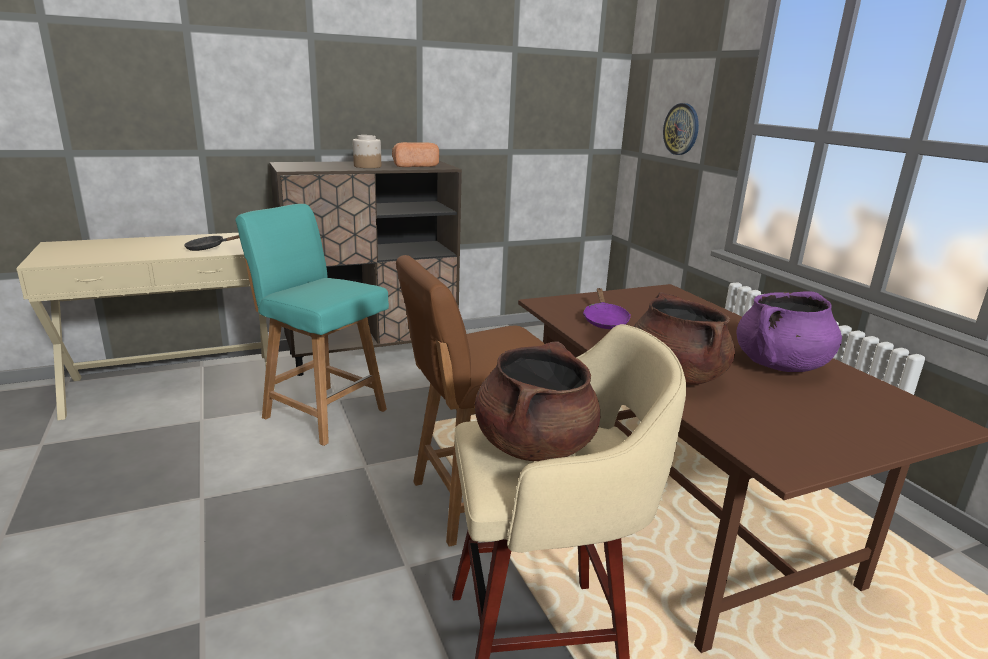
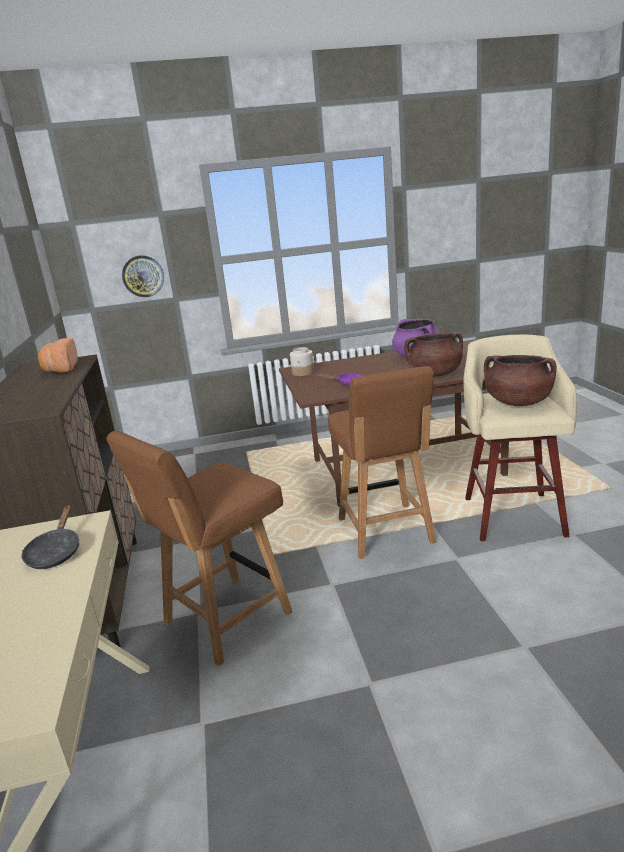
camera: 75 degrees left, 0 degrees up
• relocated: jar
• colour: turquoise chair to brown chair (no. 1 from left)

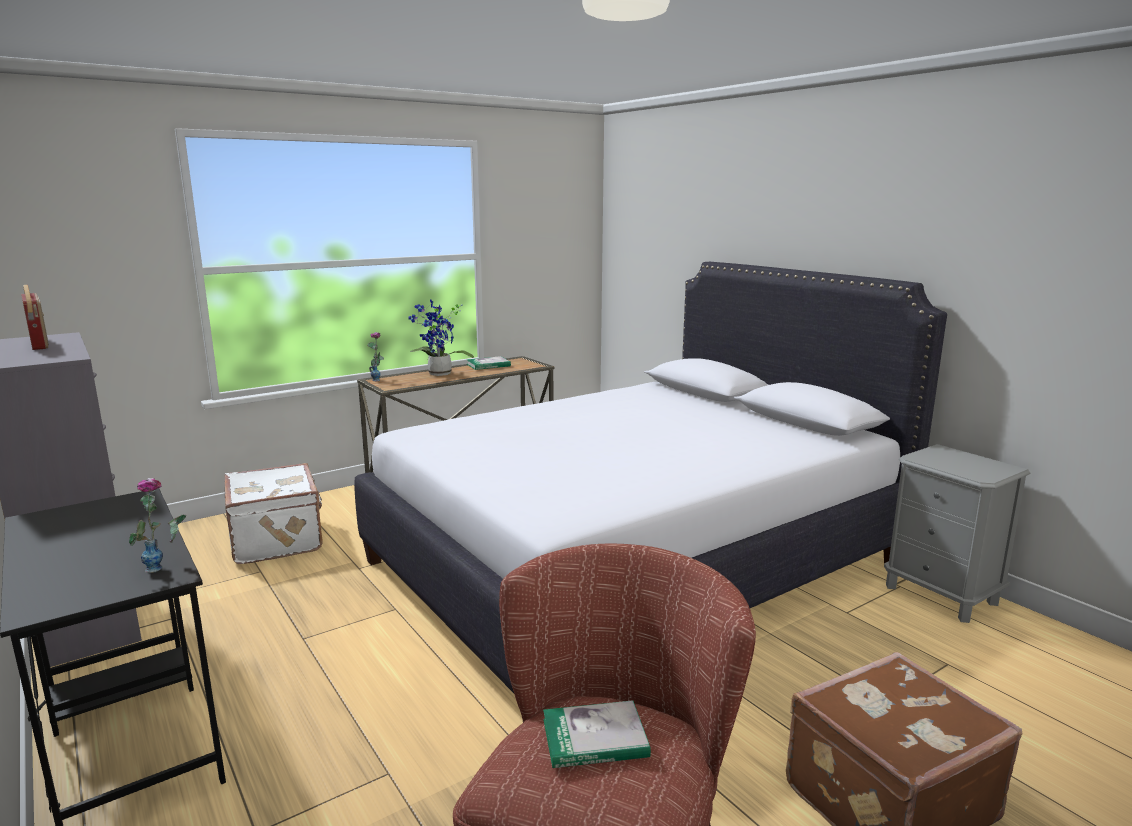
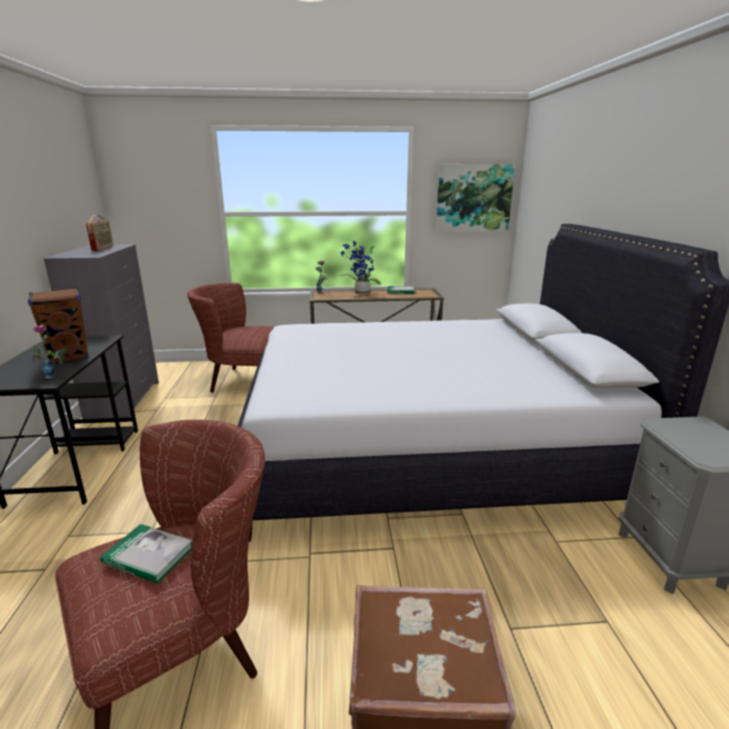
camera: 30 degrees right, 5 degrees up
• exchanged: white suitcase to brown armchair (no. 2 from left)
• appeared: picture
• appeared: brown speaker

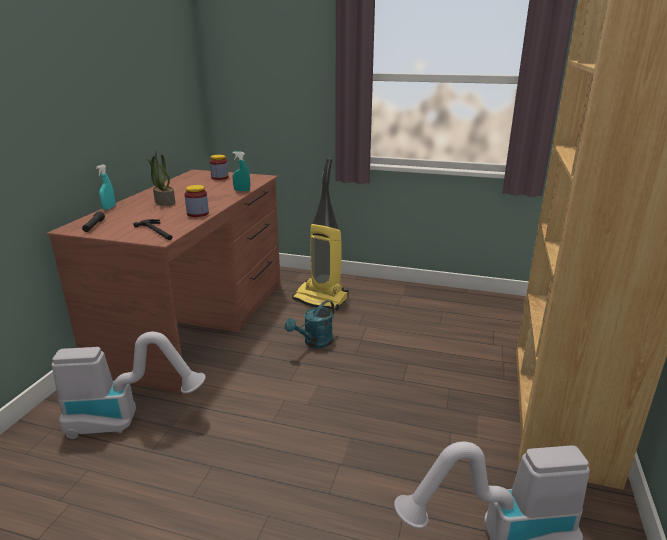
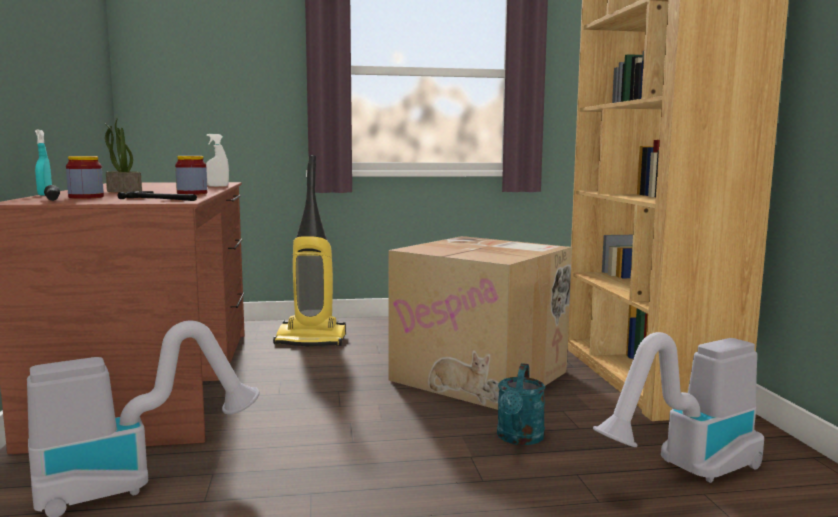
camera: 25 degrees left, 15 degrees down
• colour: turquoise spray bottle (no. 2 from left) to white spray bottle
• relocated: jar (no. 2 from left in the first image) to jar (no. 1 from left)
• relocated: turquoise watering can
• appeared: cardboard box

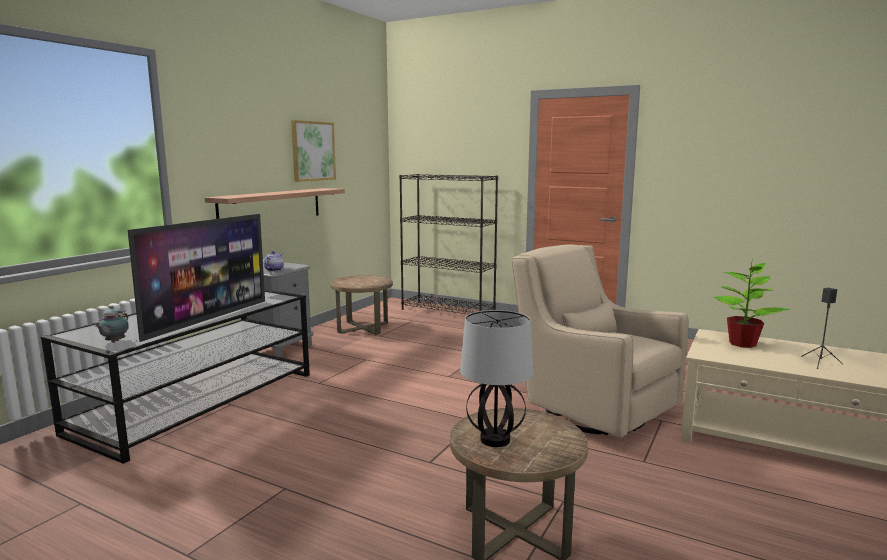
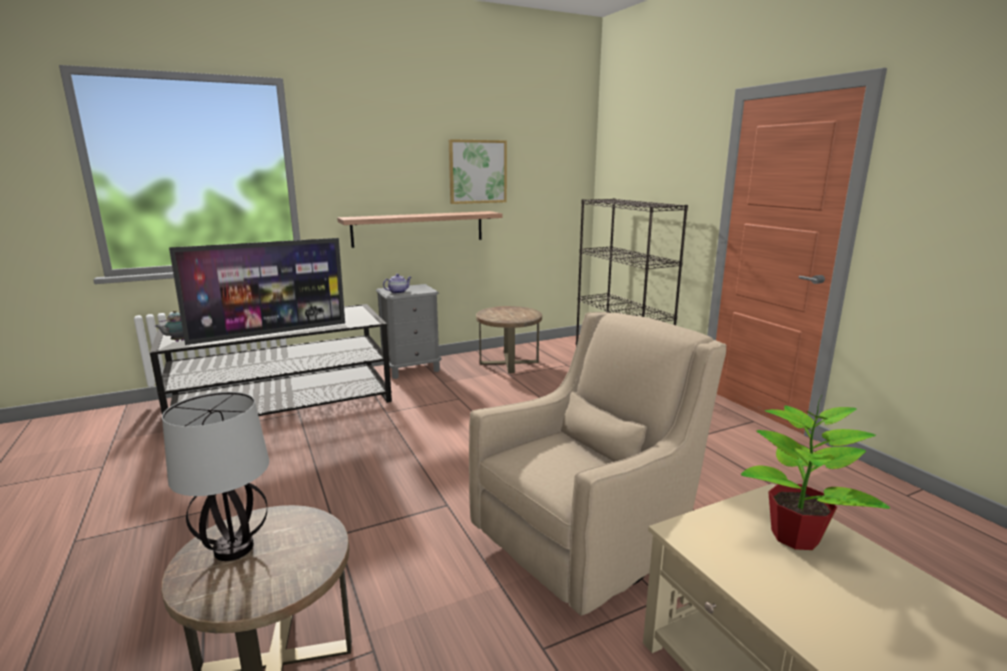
camera: 35 degrees right, 5 degrees up
• spun: beige armchair 60 degrees clockwise
• missing: black speaker

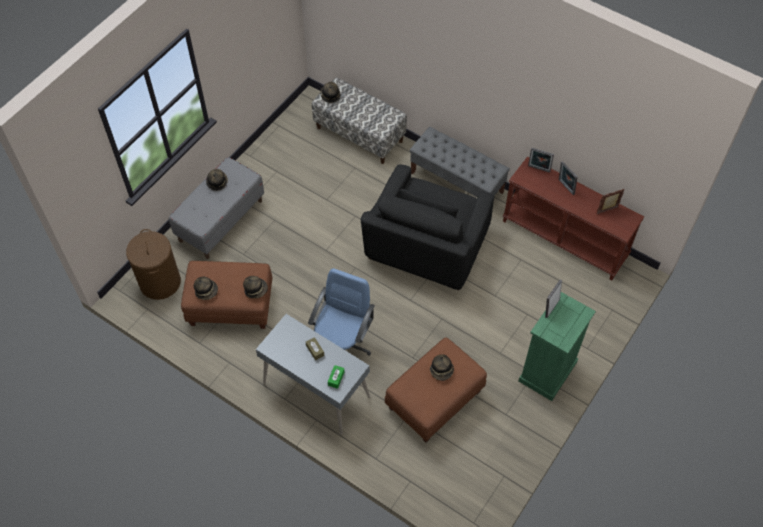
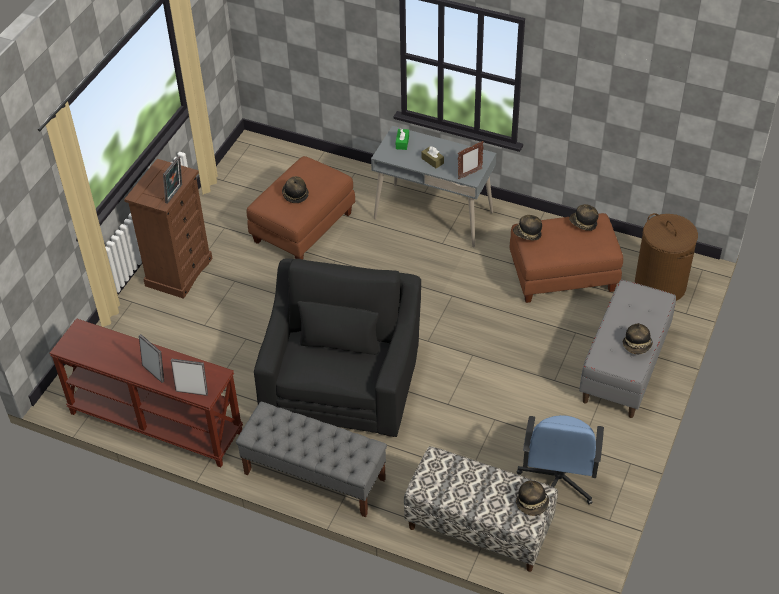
camera: 170 degrees right, 10 degrees down
• relocated: picture frame (no. 4 from left)
• relocated: blue office chair
• colour: green dresser to brown dresser

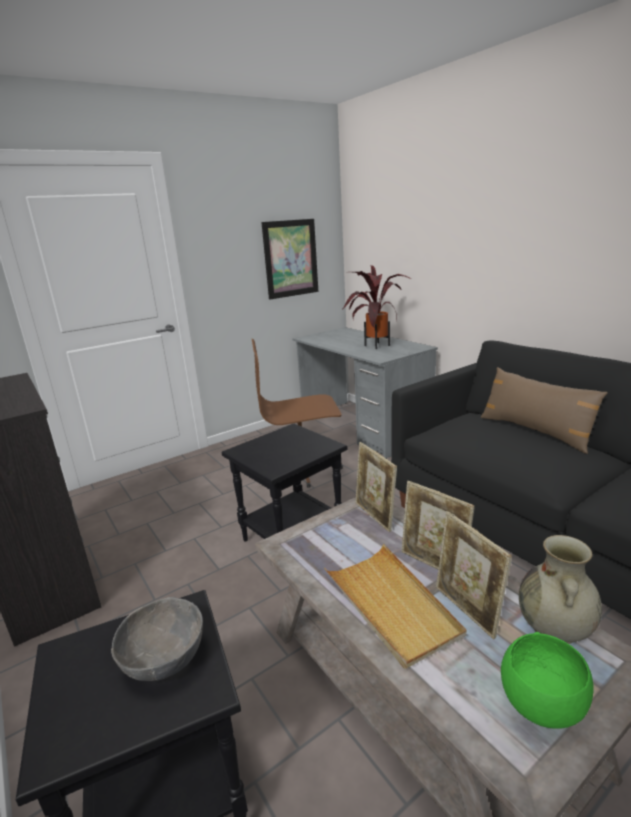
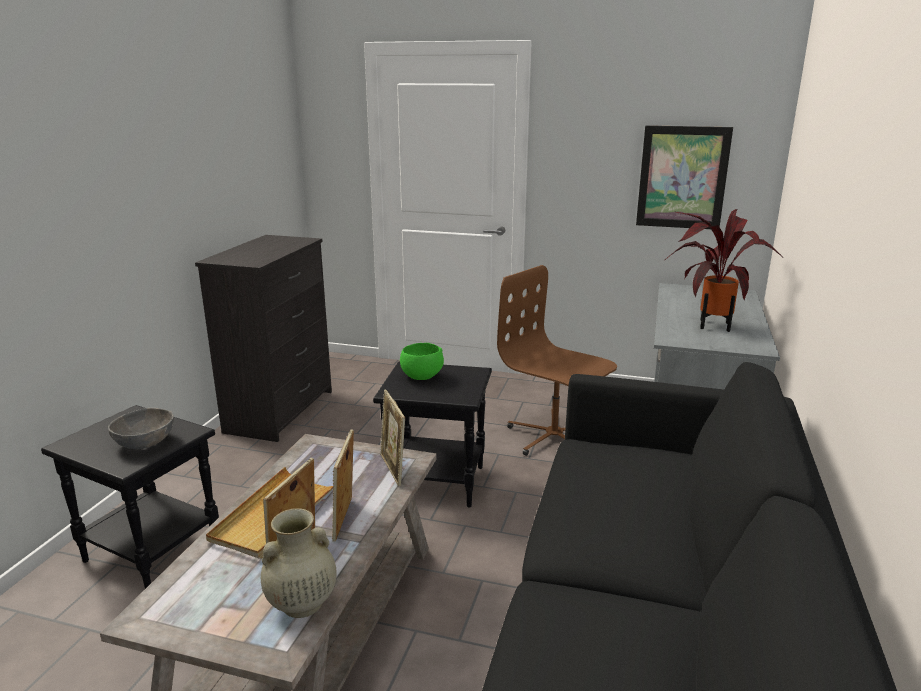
camera: 50 degrees right, 0 degrees up
• missing: brown pillow
• spun: picture frame (no. 1 from left in the first image) 45 degrees counterclockwise
• relocated: green bowl

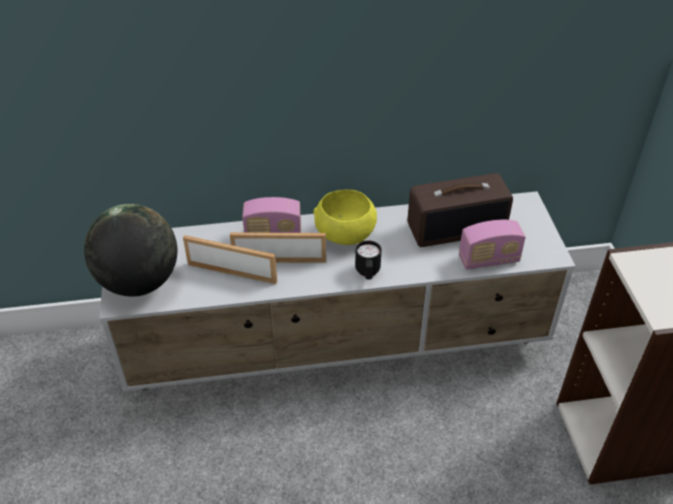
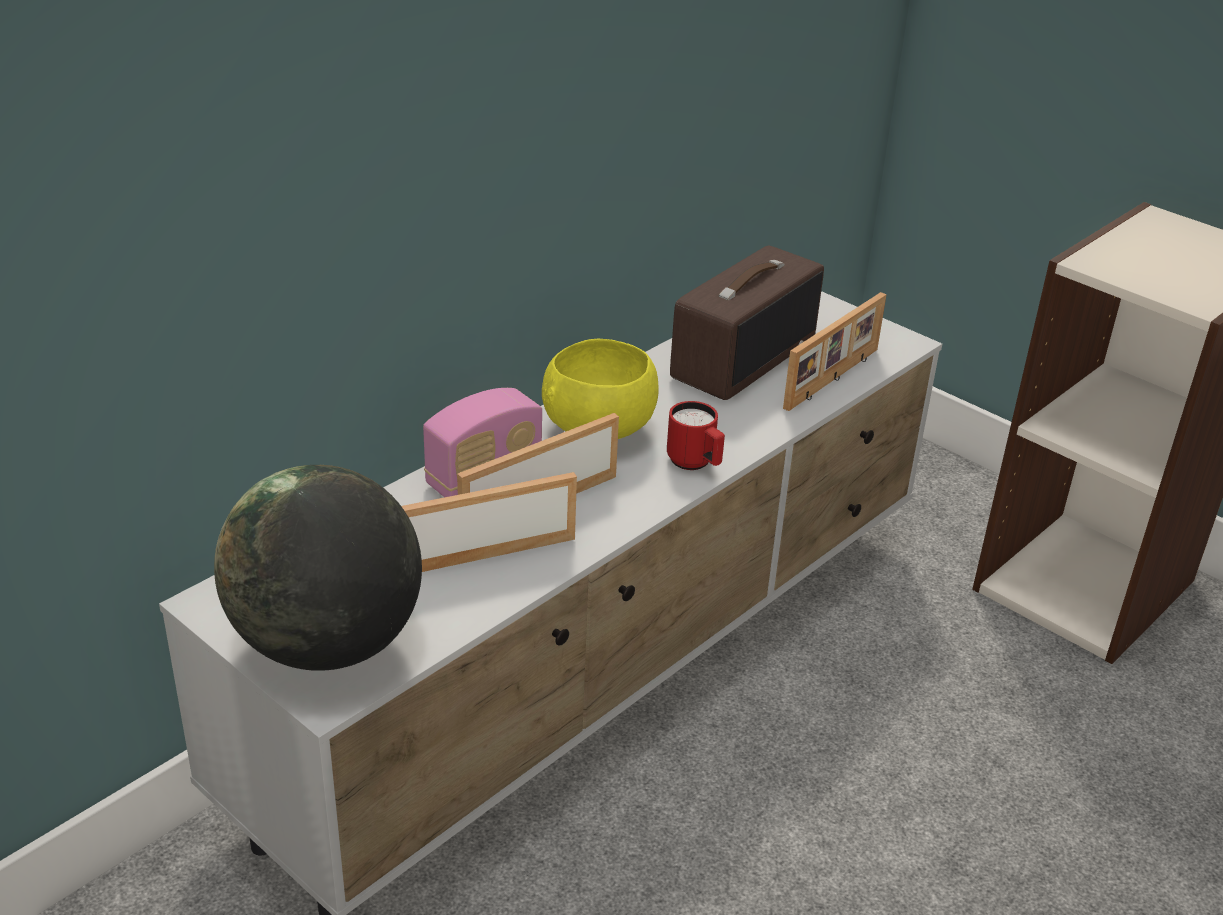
camera: 40 degrees left, 10 degrees down
• exchanged: radio (no. 3 from left) to picture frame (no. 3 from left)
• colour: black mug to red mug

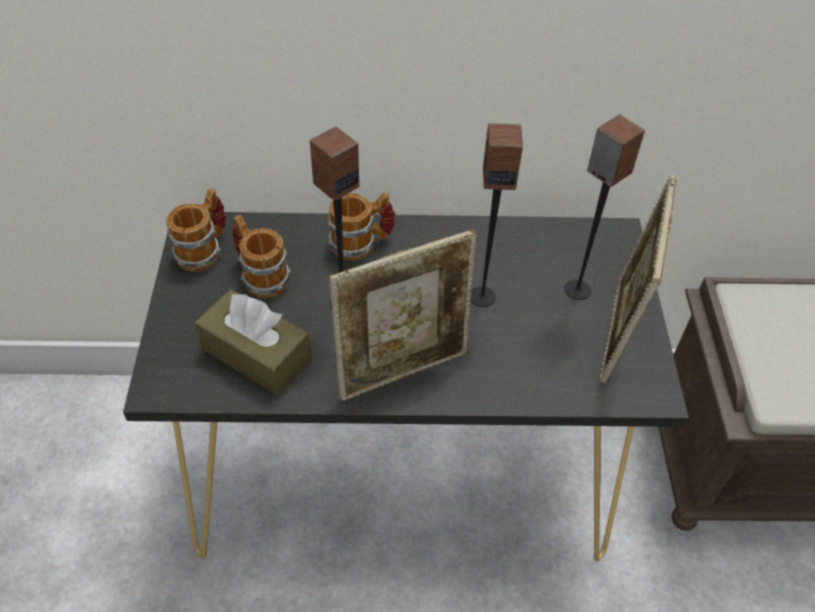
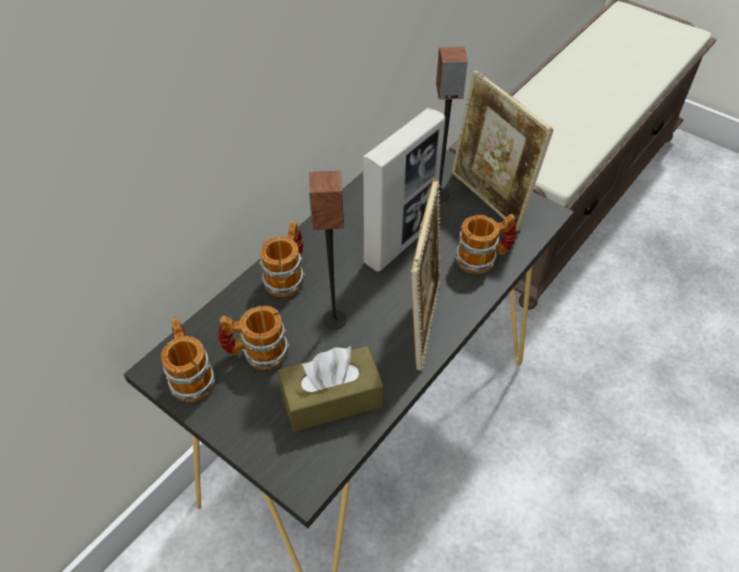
camera: 50 degrees left, 0 degrees up
• exchanged: speaker (no. 2 from left) to picture frame (no. 1 from left)
• appeared: mug (no. 4 from left)

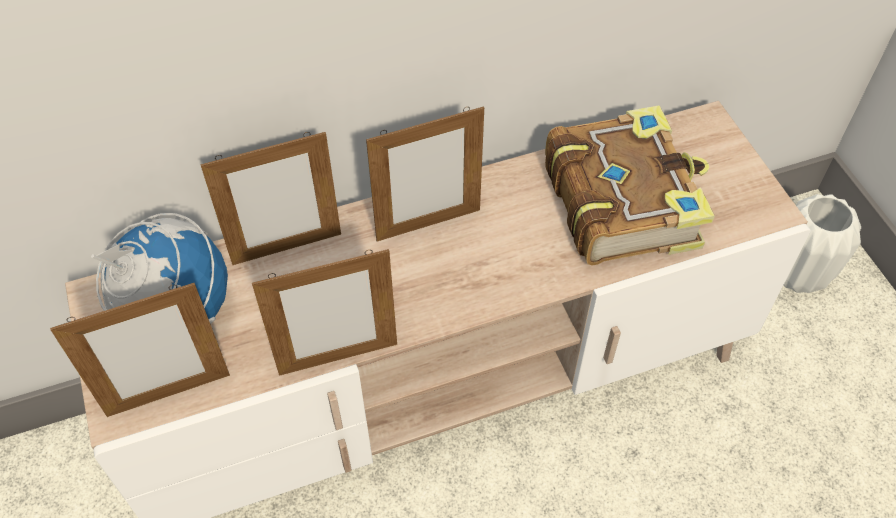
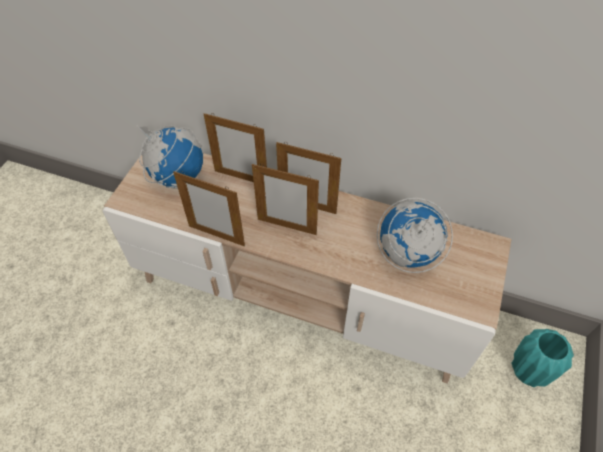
camera: 40 degrees right, 0 degrees up
• exchanged: book to globe (no. 2 from left)
• colour: white vase to turquoise vase
• relocated: picture frame (no. 1 from left in the first image) to picture frame (no. 3 from left)

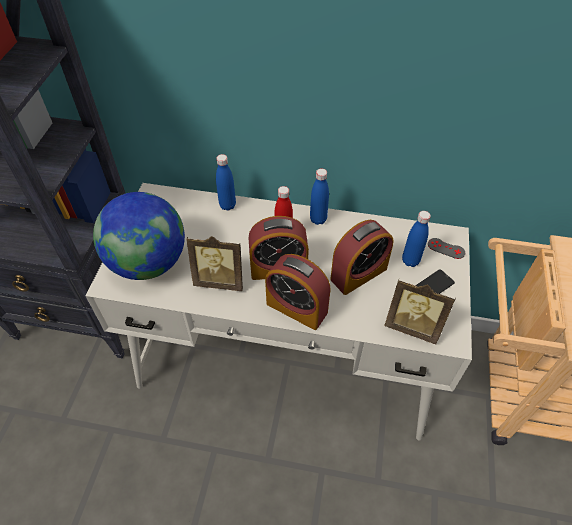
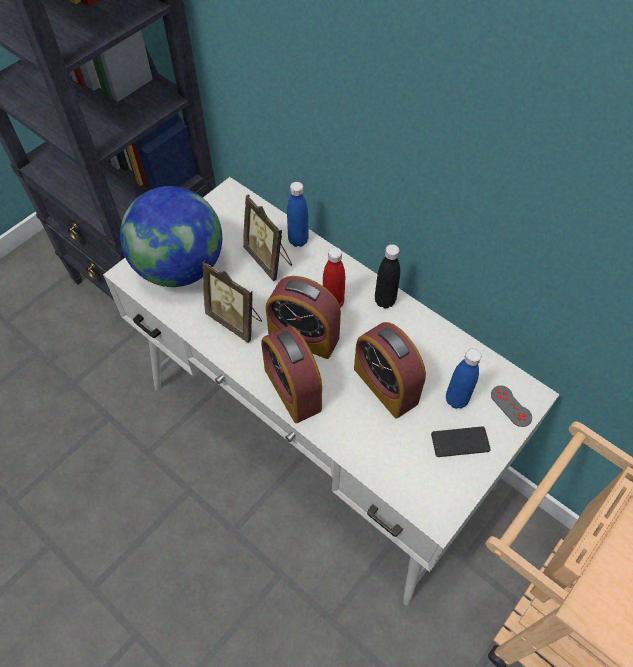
camera: 30 degrees right, 5 degrees up
• colour: blue bottle (no. 2 from left) to black bottle
• spun: alarm clock (no. 3 from left) 60 degrees clockwise
• relocated: picture frame (no. 2 from left)

